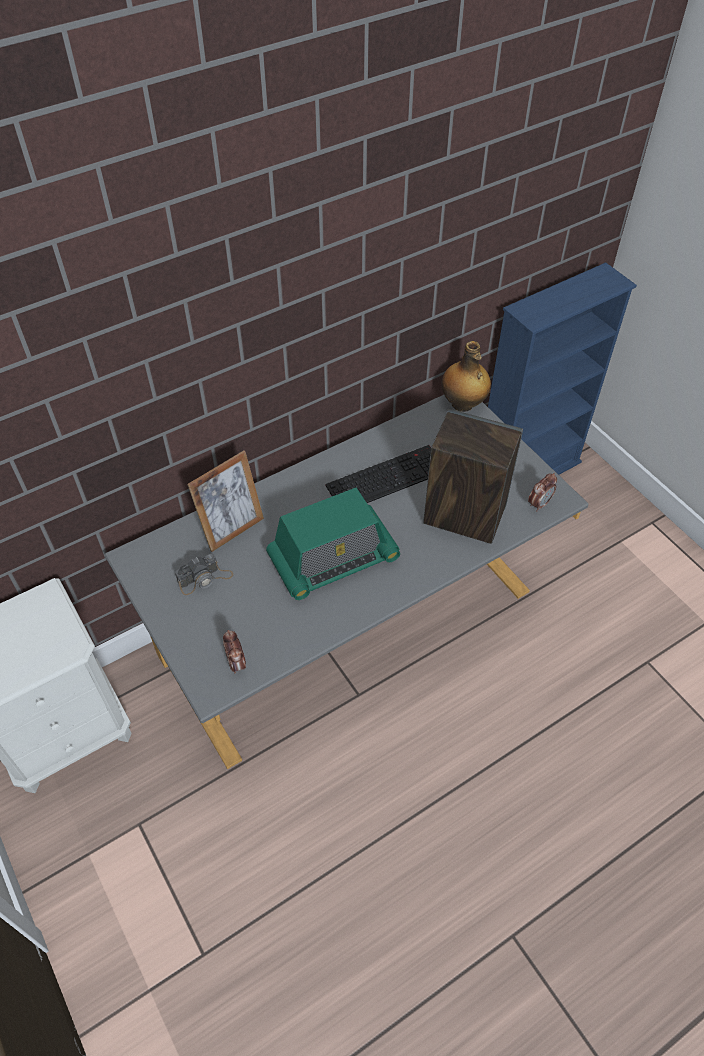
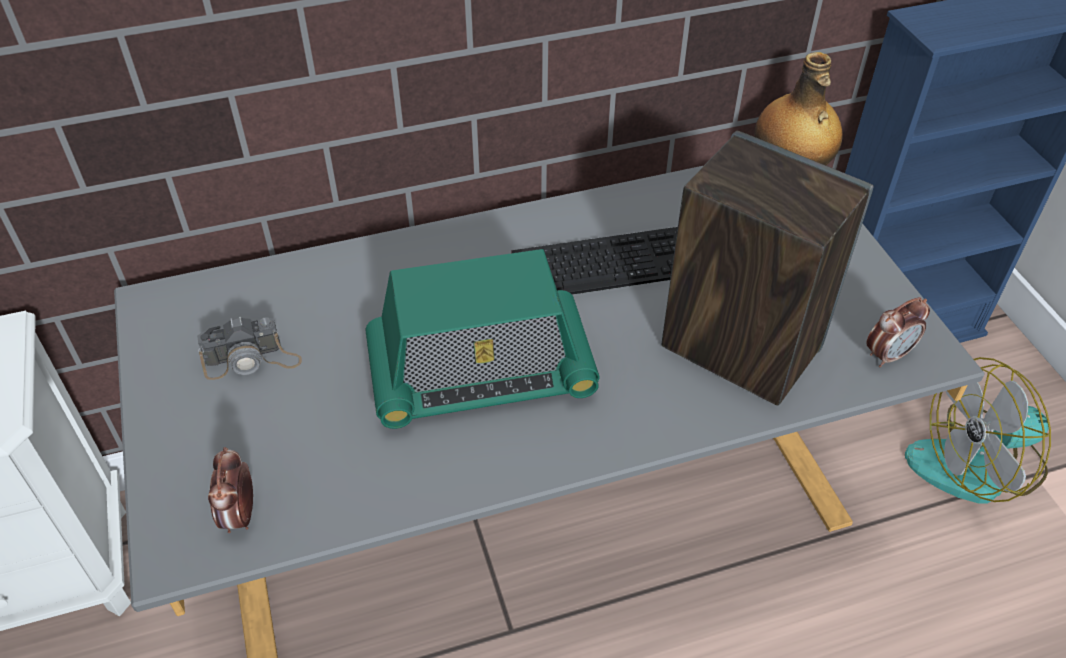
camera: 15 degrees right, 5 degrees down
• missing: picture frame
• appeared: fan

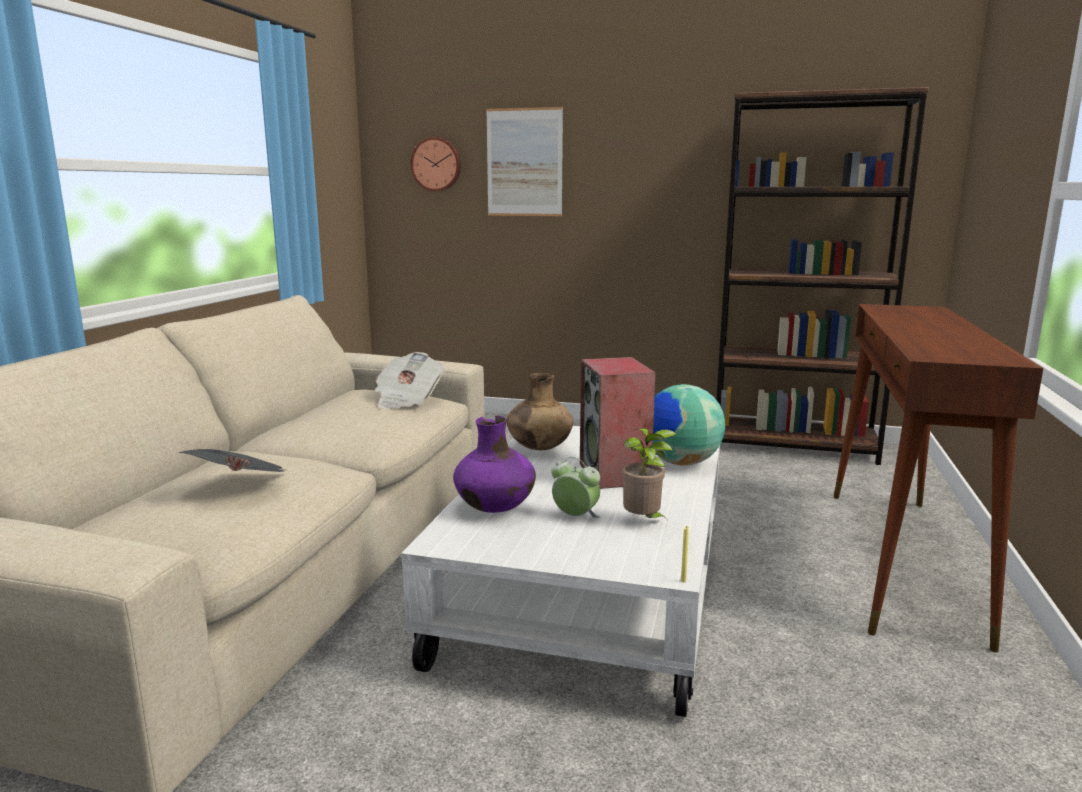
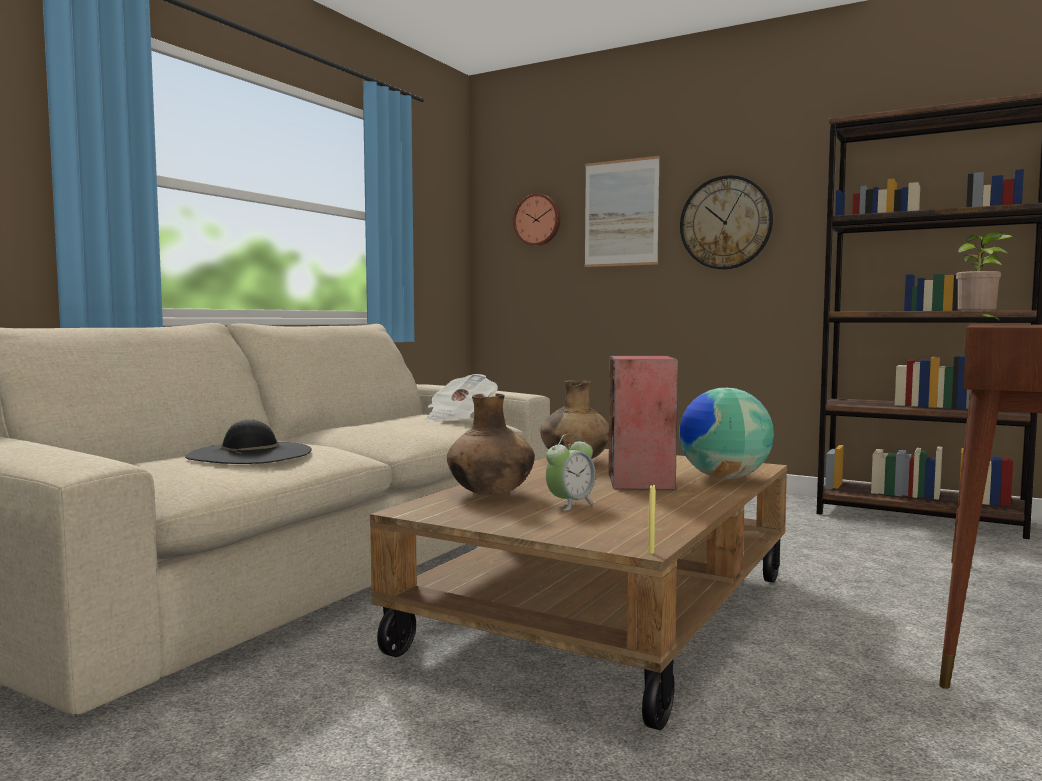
camera: 15 degrees right, 10 degrees down
• colour: purple vase to brown vase (no. 1 from left)
• colour: white coffee table to brown coffee table
• relocated: potted plant
• exchanged: newspaper (no. 1 from left) to black hat
• spun: alarm clock 90 degrees clockwise
• appeared: wall clock (no. 2 from left)

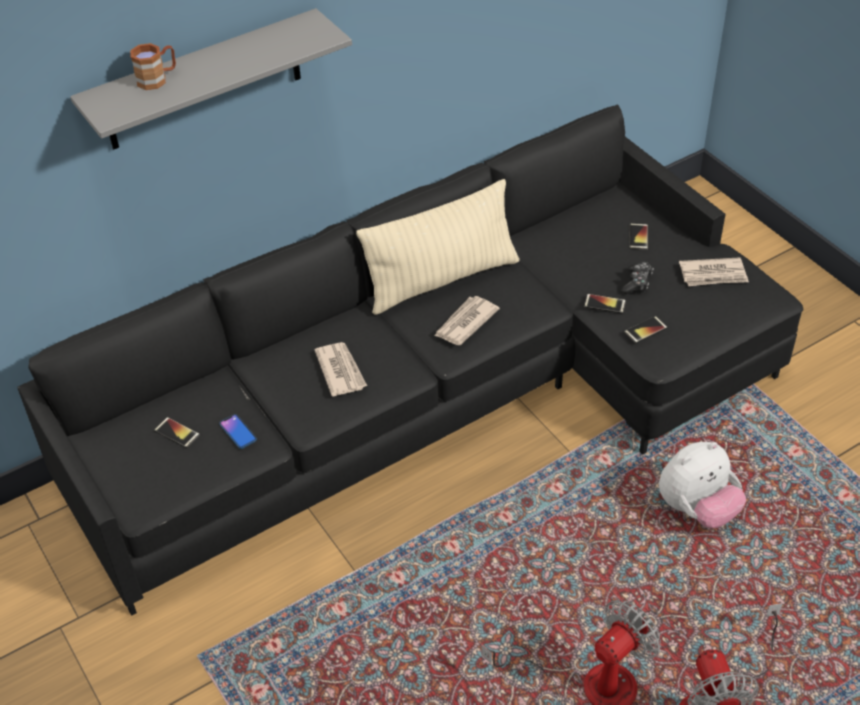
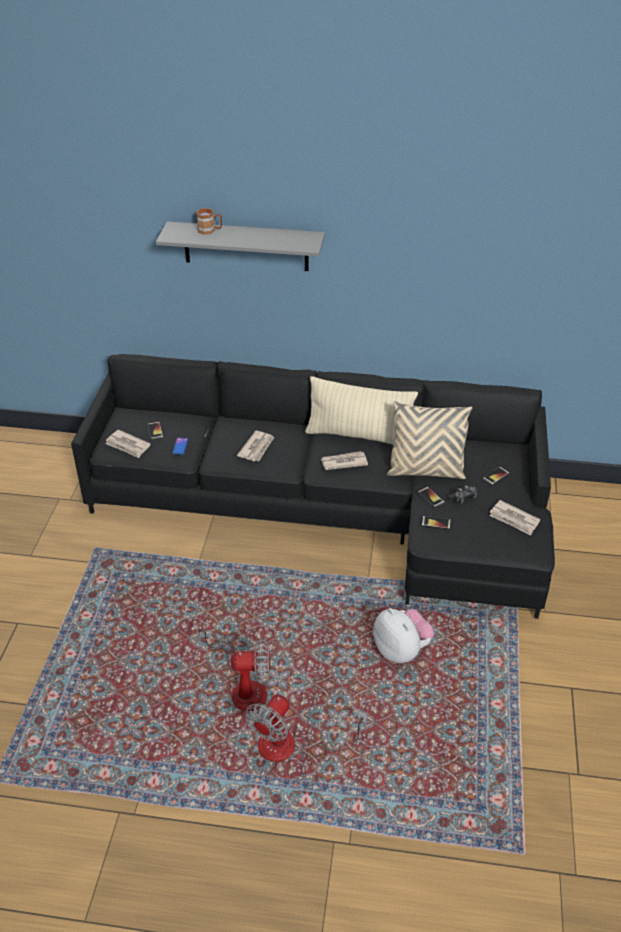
camera: 40 degrees right, 5 degrees down
• spun: plush toy 135 degrees counterclockwise
• appeared: beige pillow (no. 2 from left)
• appeared: newspaper (no. 1 from left)

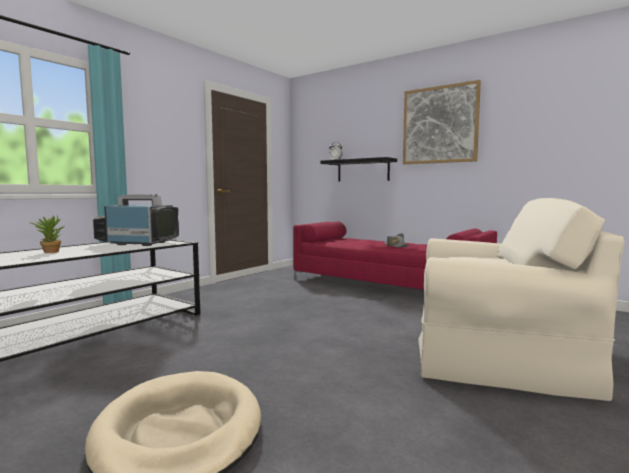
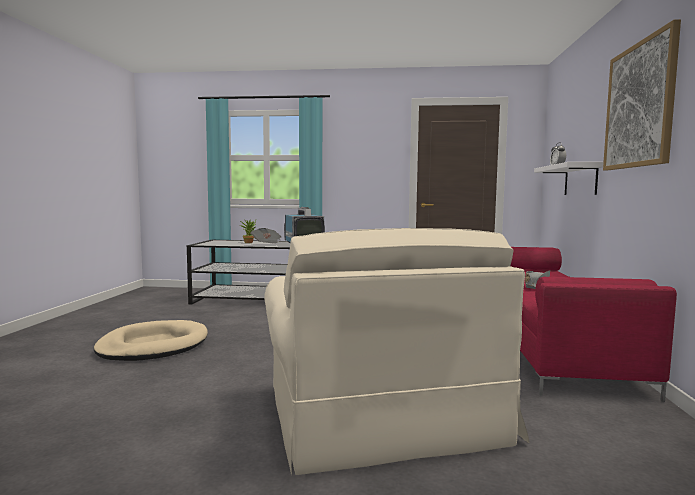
camera: 60 degrees right, 0 degrees up
• colour: black shelf to white shelf
• appeared: newspaper

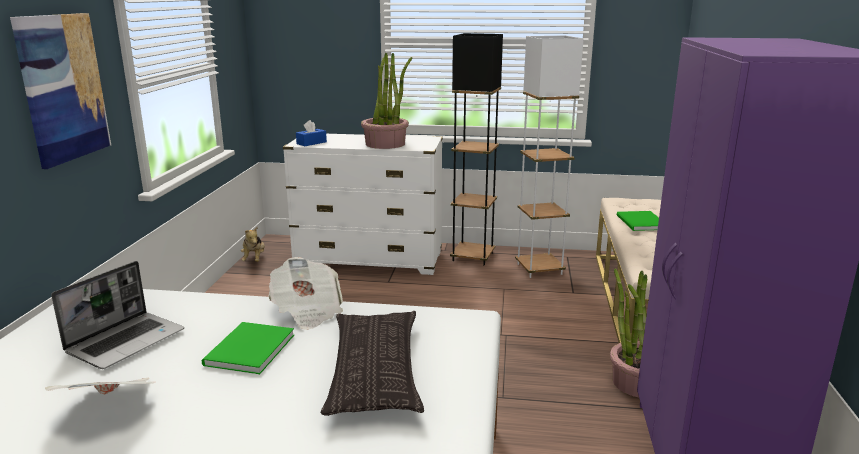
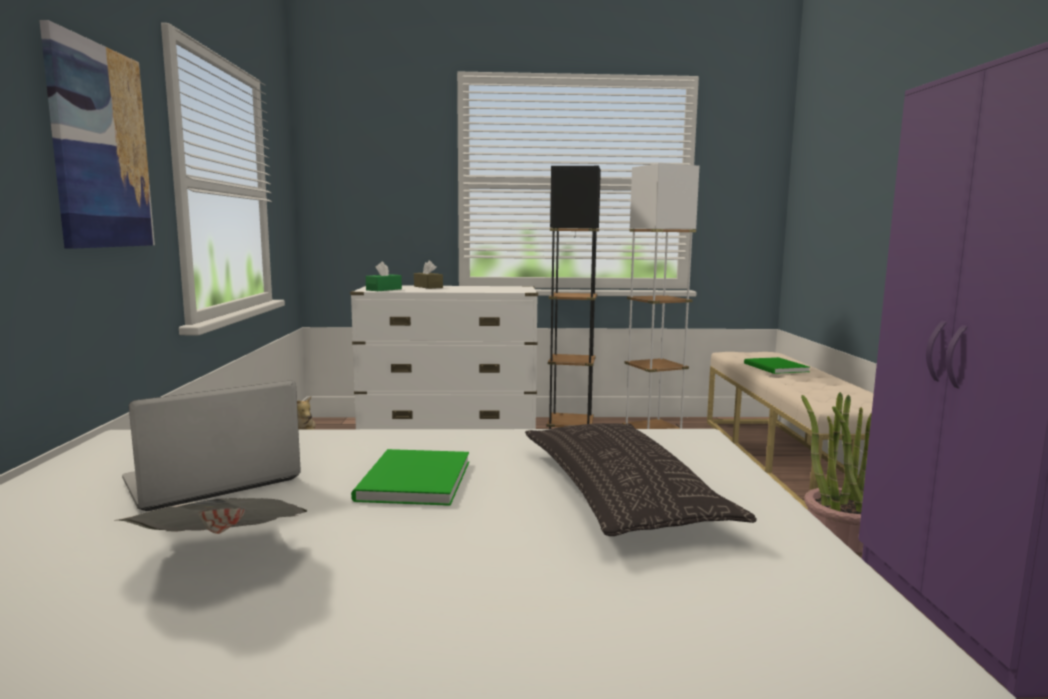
camera: 10 degrees left, 10 degrees down
• missing: potted plant (no. 1 from left)
• colour: blue tissue box to green tissue box
• missing: newspaper (no. 2 from left)
• spun: laptop 150 degrees counterclockwise
• appeared: brown tissue box

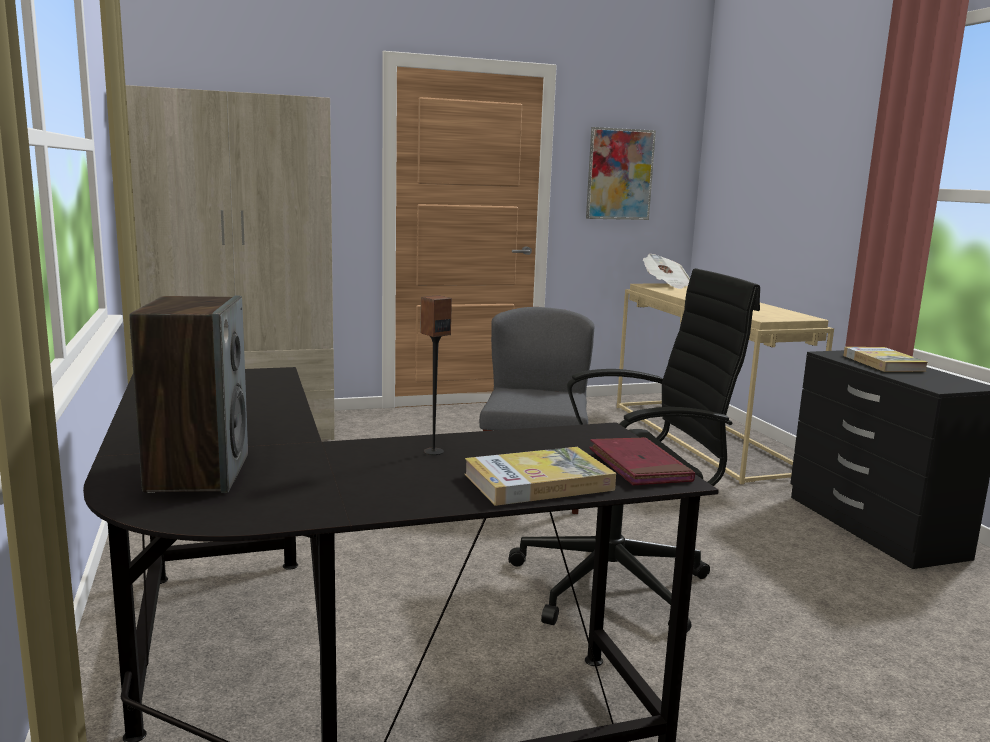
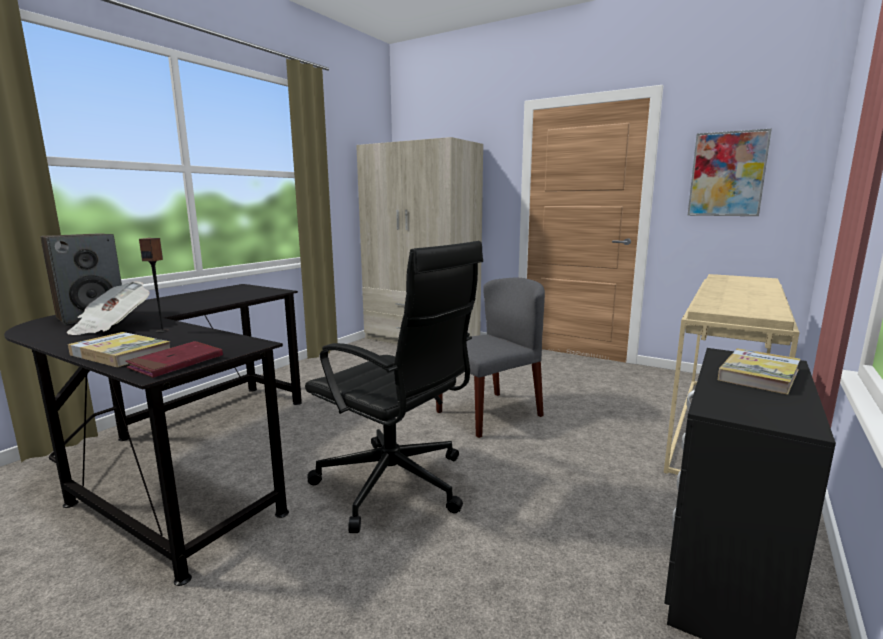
camera: 50 degrees right, 0 degrees up
• relocated: newspaper

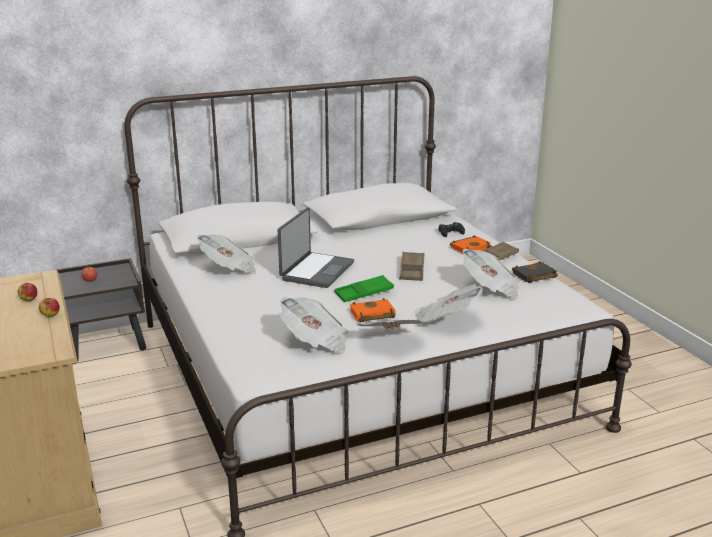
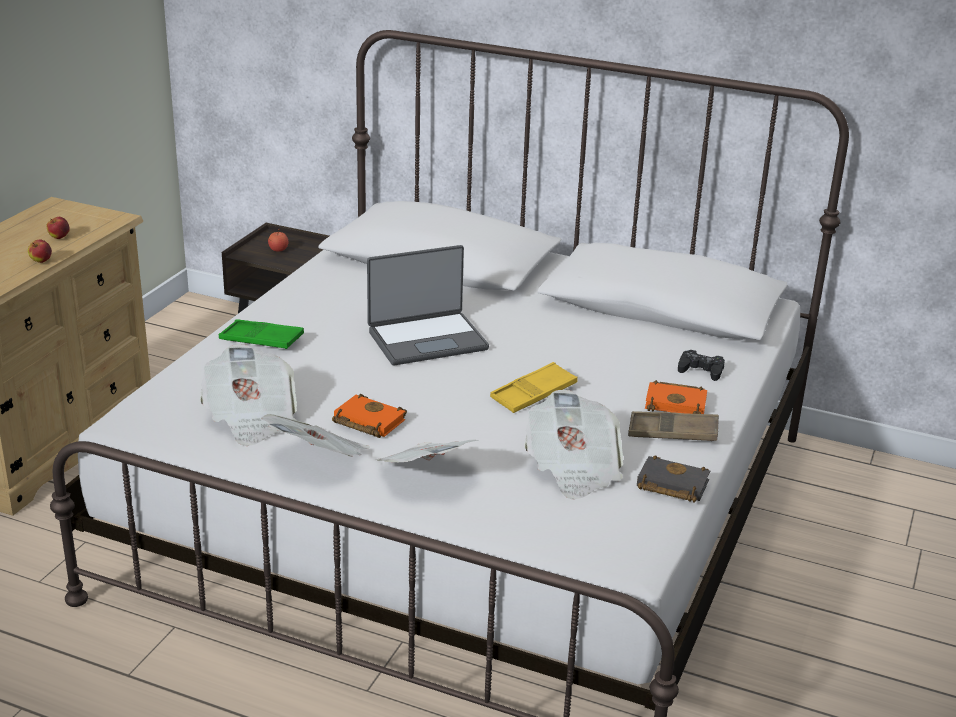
camera: 45 degrees right, 5 degrees up
• missing: newspaper (no. 1 from left)
• colour: brown tray (no. 1 from left) to yellow tray
• relocated: green tray

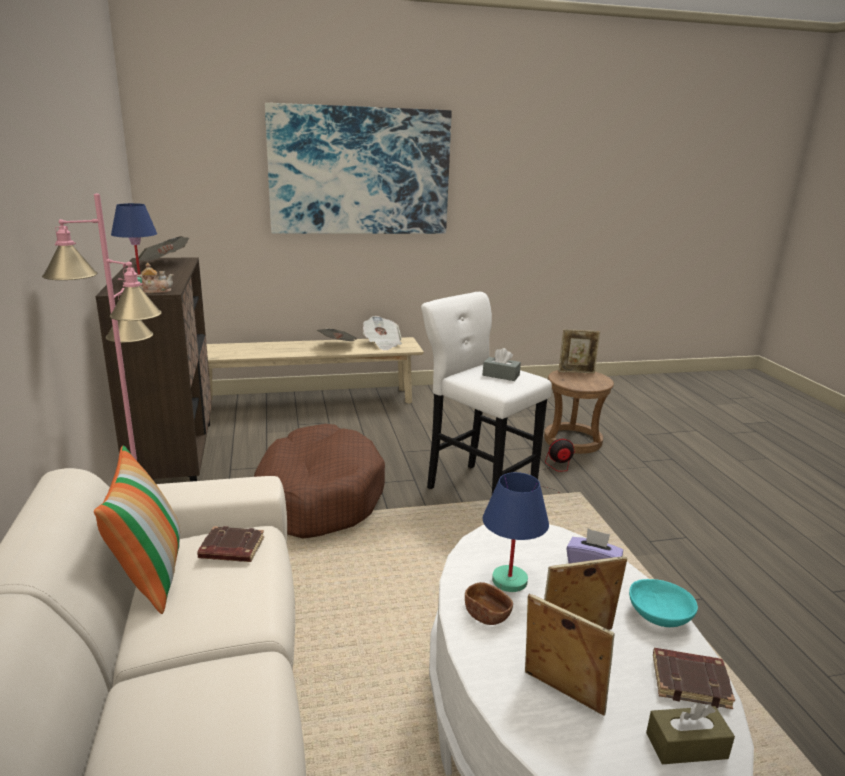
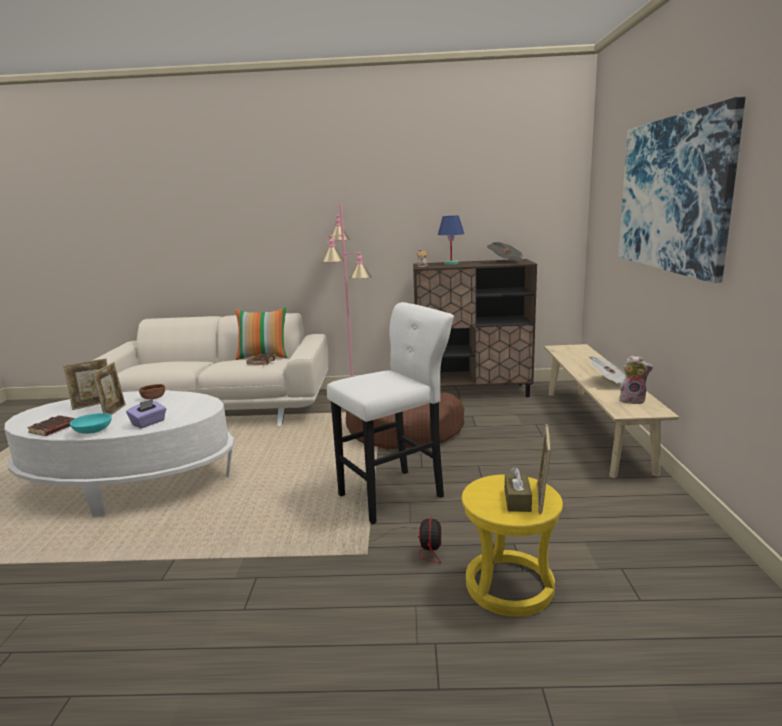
camera: 105 degrees right, 5 degrees down
• exchanged: newspaper (no. 3 from left) to plush toy
• missing: grey tissue box
• colour: brown stool to yellow stool
• missing: blue table lamp (no. 2 from left)
• relocated: brown tissue box

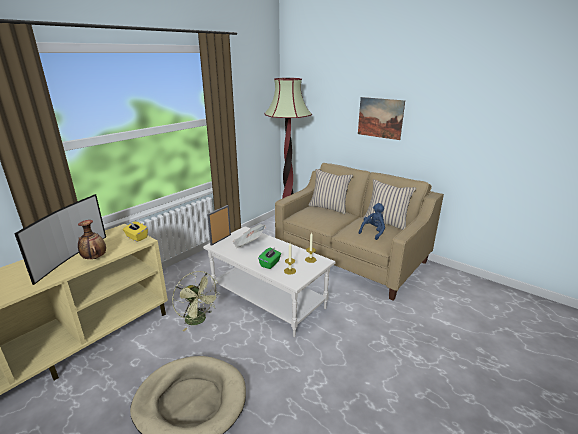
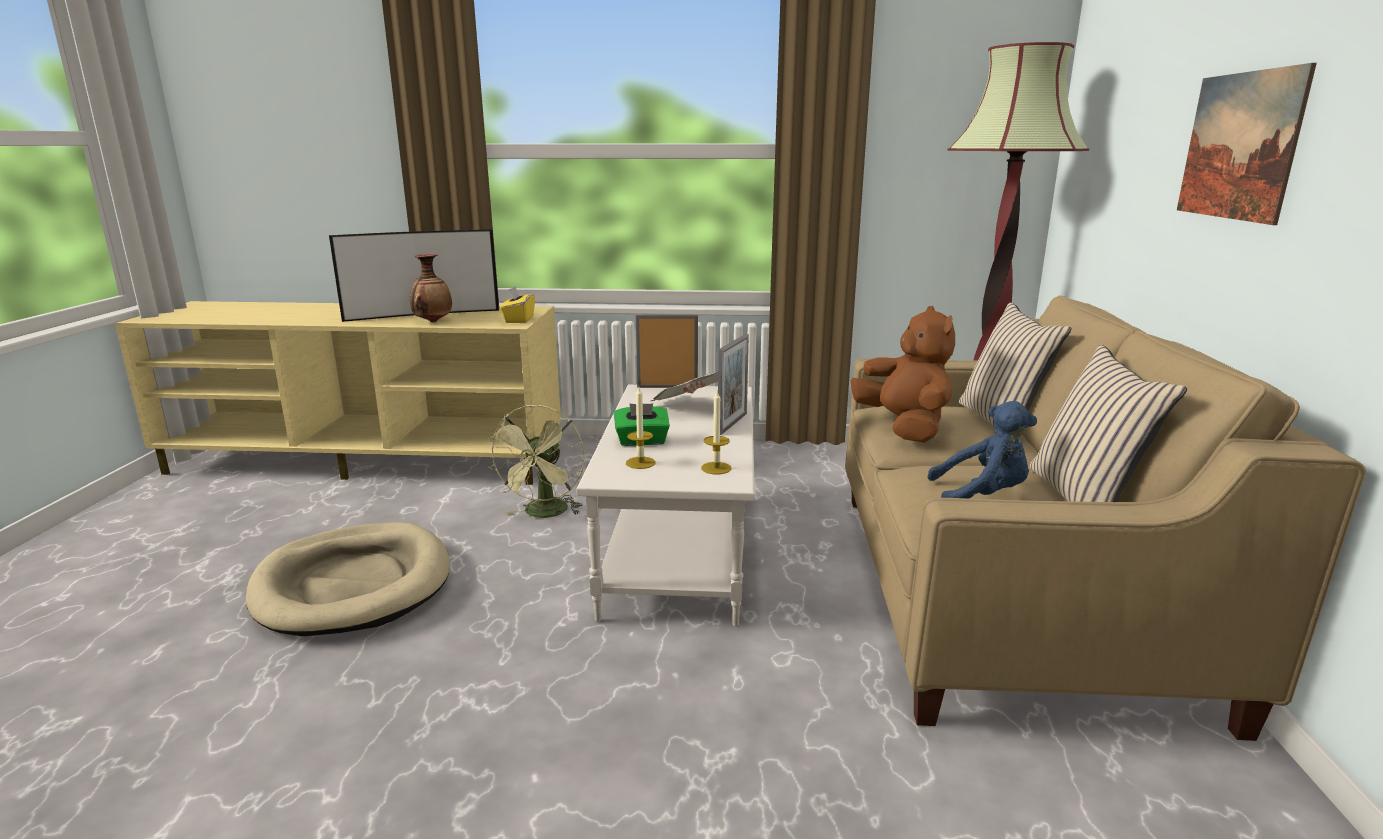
camera: 55 degrees right, 5 degrees down
• appeared: brown plush toy
• appeared: picture frame (no. 2 from left)

